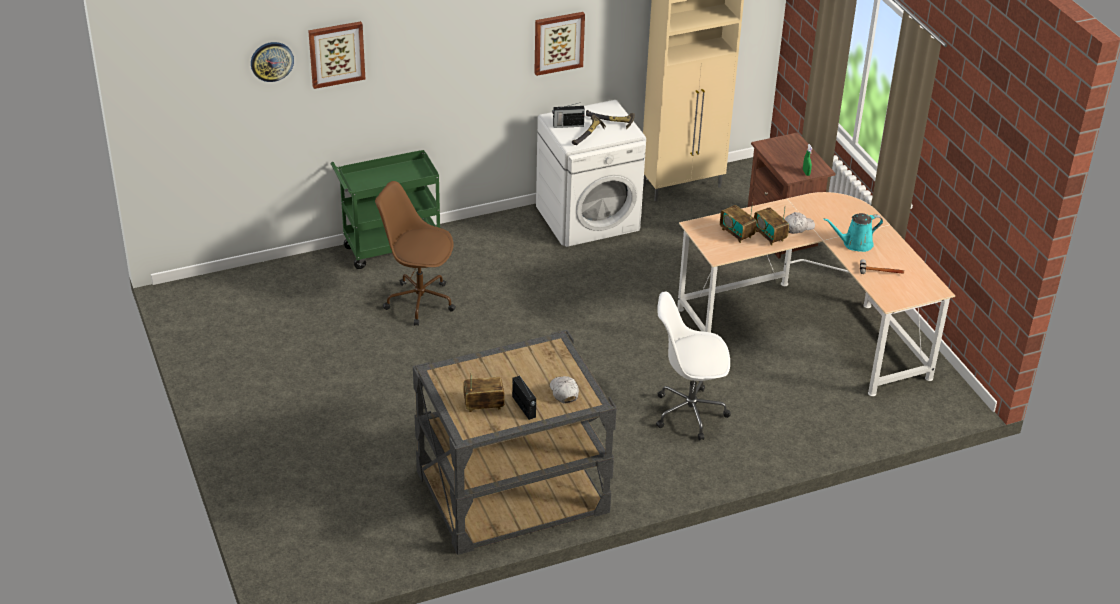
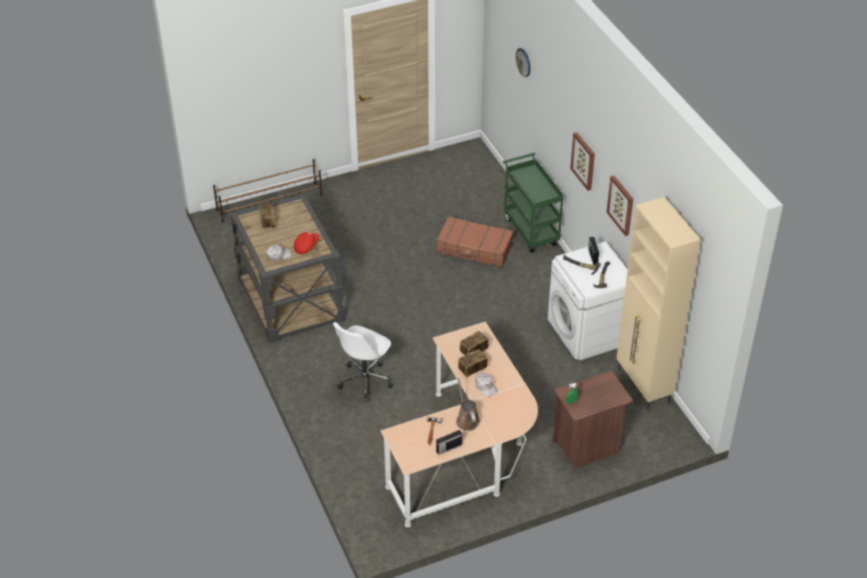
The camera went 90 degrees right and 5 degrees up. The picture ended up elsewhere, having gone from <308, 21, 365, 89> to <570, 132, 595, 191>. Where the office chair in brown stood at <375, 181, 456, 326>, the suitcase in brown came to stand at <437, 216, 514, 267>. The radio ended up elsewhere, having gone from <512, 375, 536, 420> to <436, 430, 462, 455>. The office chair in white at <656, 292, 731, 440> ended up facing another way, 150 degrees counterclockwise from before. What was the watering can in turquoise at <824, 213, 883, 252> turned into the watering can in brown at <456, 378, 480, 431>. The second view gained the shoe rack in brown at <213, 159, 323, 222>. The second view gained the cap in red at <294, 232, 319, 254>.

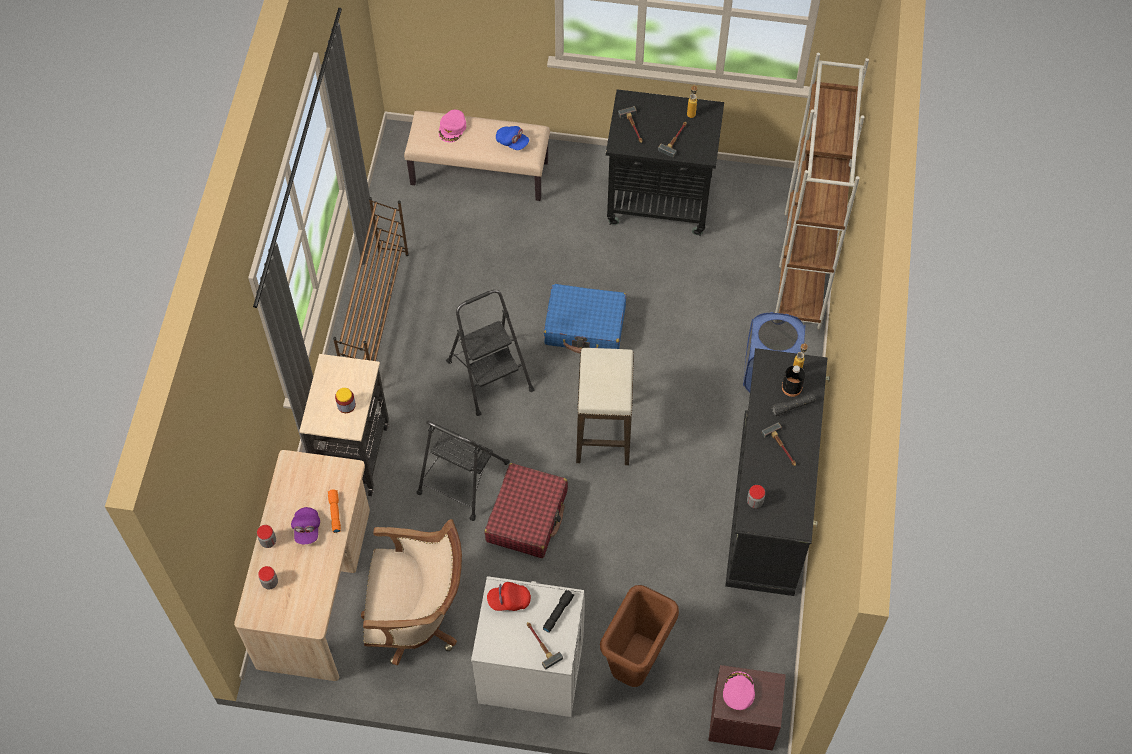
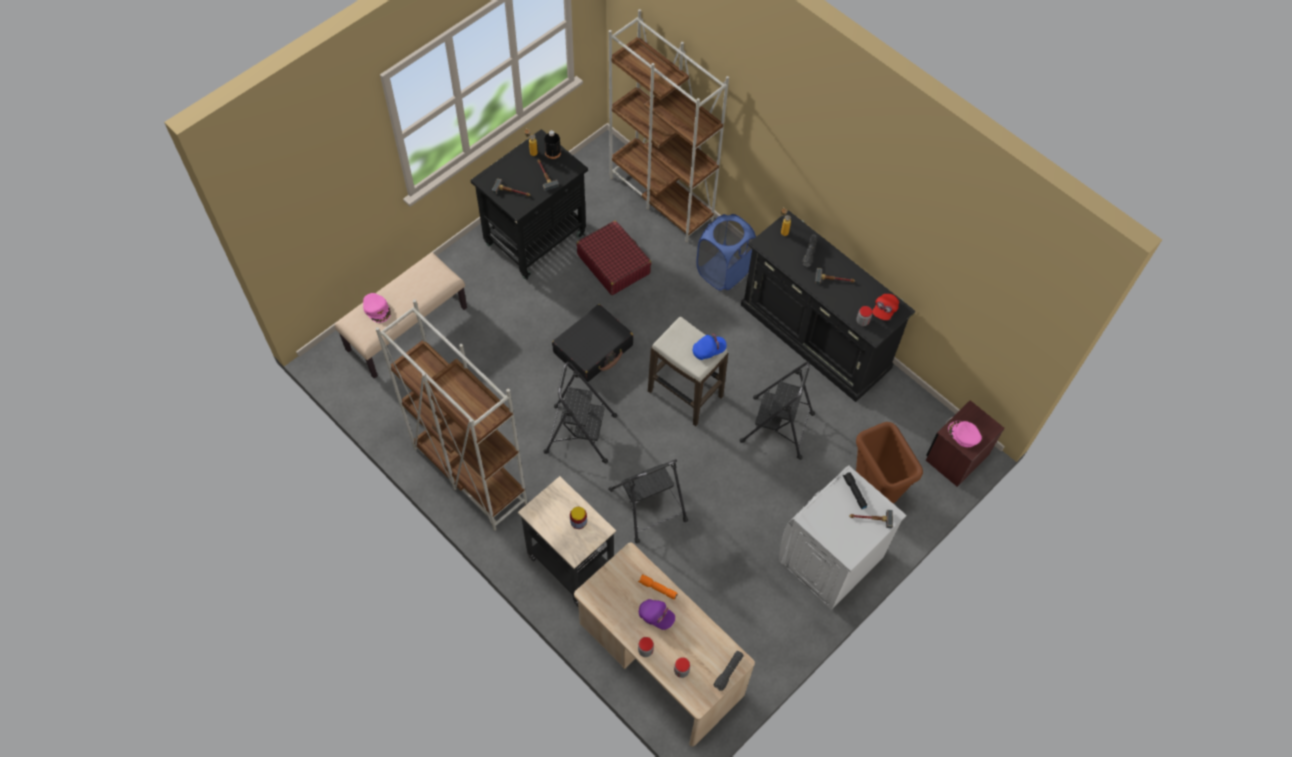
The camera went 55 degrees left and 0 degrees up. Where the shoe rack in brown stood at <333, 197, 409, 361>, the bookcase in brown came to stand at <376, 299, 527, 531>. The second view lost the office chair at <361, 519, 462, 665>. The suitcase in red ended up elsewhere, having gone from <484, 463, 568, 558> to <576, 221, 652, 295>. The cap in red ended up elsewhere, having gone from <487, 582, 531, 611> to <872, 294, 899, 320>. The cap in blue ended up elsewhere, having gone from <496, 126, 529, 150> to <693, 334, 727, 360>. What was the suitcase in blue at <544, 284, 626, 353> turned into the suitcase in black at <552, 304, 633, 382>. The bottle in black ended up elsewhere, having gone from <782, 366, 805, 397> to <544, 130, 561, 159>. The second view gained the flashlight in black at <714, 651, 744, 691>. The second view gained the step ladder in black at <739, 361, 815, 460>.

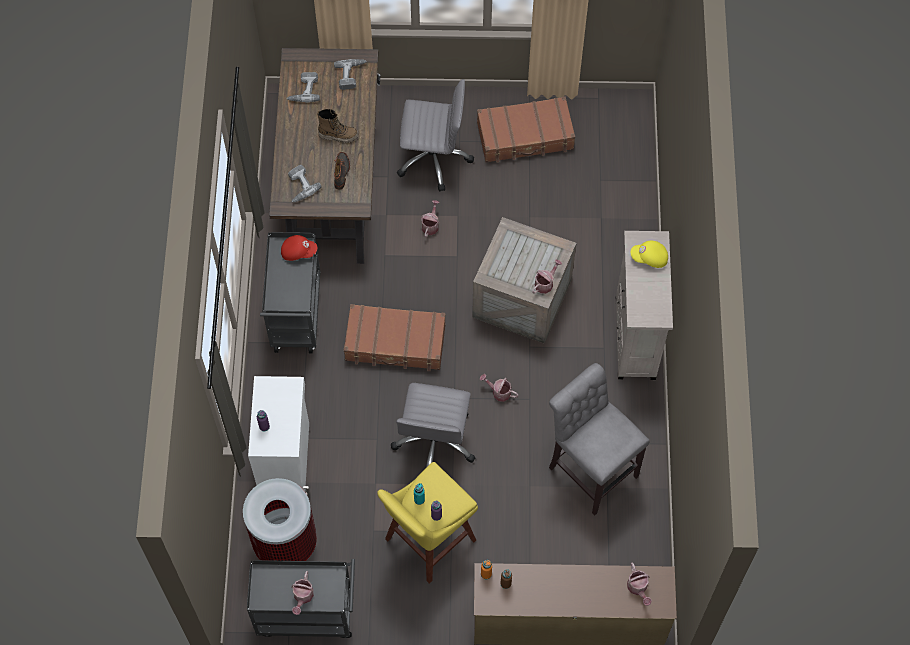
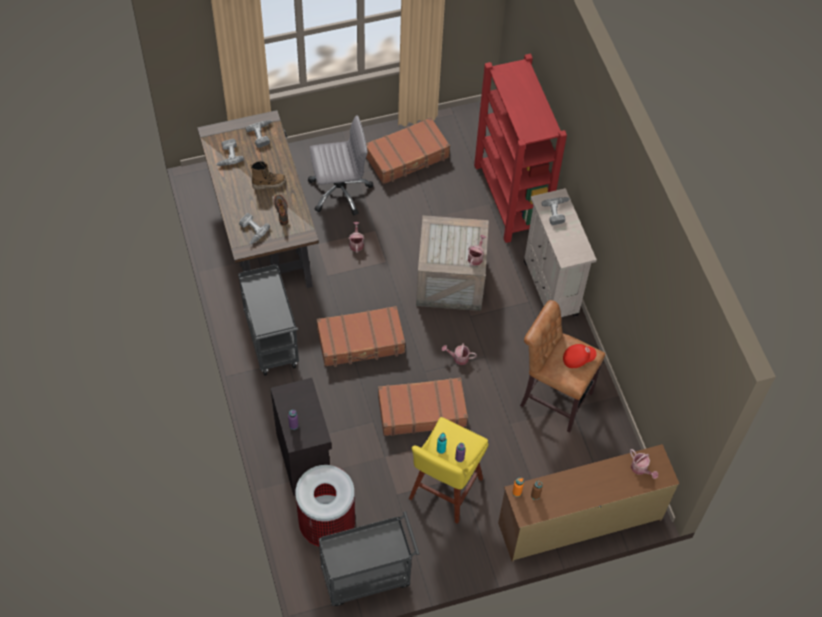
The camera went 20 degrees left and 5 degrees down. What was the cabinet in white at <248, 376, 310, 495> turned into the cabinet in black at <270, 378, 332, 496>. The cap in red ended up elsewhere, having gone from <281, 235, 317, 261> to <563, 344, 596, 368>. The second view lost the watering can at <291, 571, 314, 615>. Where the office chair in grey stood at <391, 383, 476, 467>, the suitcase in brown came to stand at <378, 377, 468, 436>. What was the stool in grey at <549, 363, 650, 515> turned into the stool in brown at <520, 300, 606, 432>. Where the cap in yellow stood at <631, 241, 668, 268>, the power drill came to stand at <542, 197, 570, 225>. The second view gained the bookcase in red at <474, 54, 567, 243>.

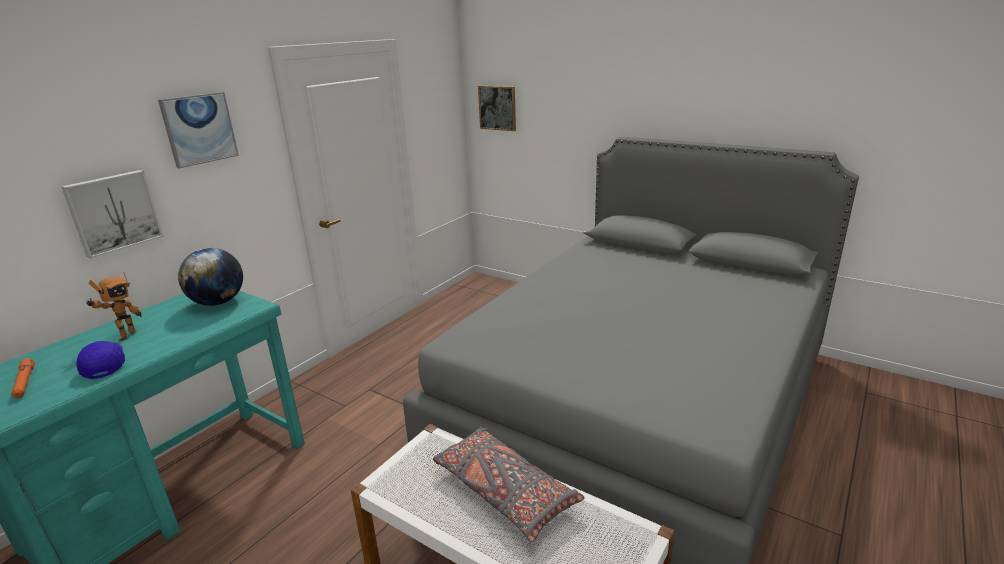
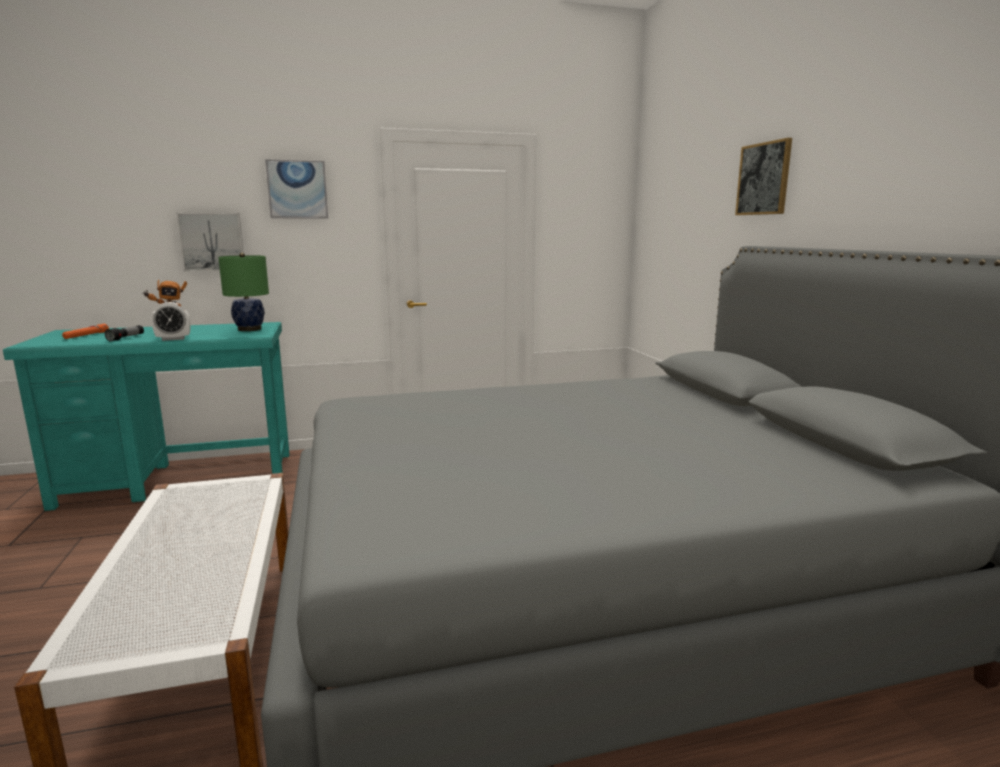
The camera went 40 degrees right and 10 degrees down. Where the cap in blue stood at <76, 341, 125, 379>, the flashlight came to stand at <105, 325, 144, 341>. Where the globe stood at <178, 248, 243, 306>, the table lamp in green came to stand at <218, 253, 269, 331>. The second view lost the pillow in grey at <433, 427, 585, 542>. The picture ended up elsewhere, having gone from <478, 86, 516, 131> to <735, 138, 792, 215>. The second view gained the alarm clock at <151, 302, 190, 341>.

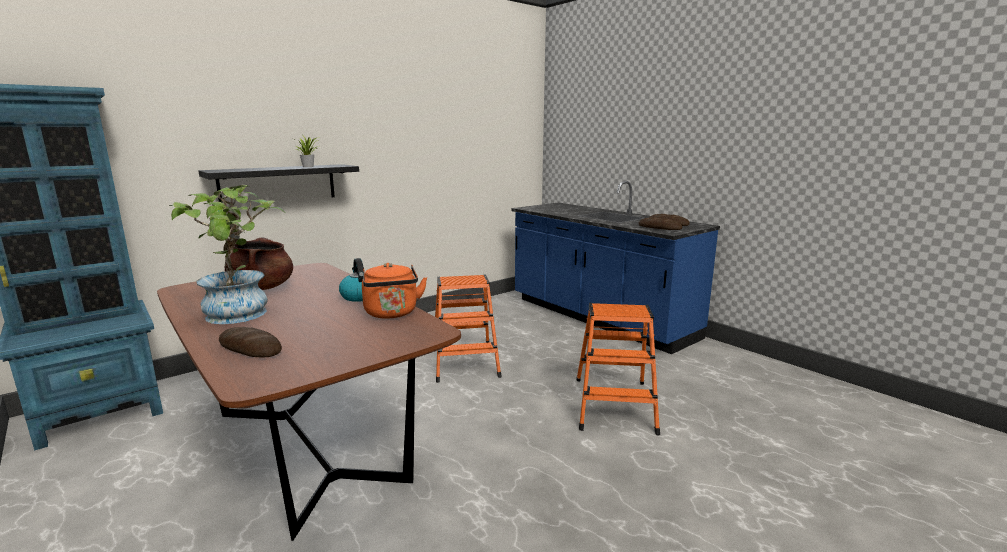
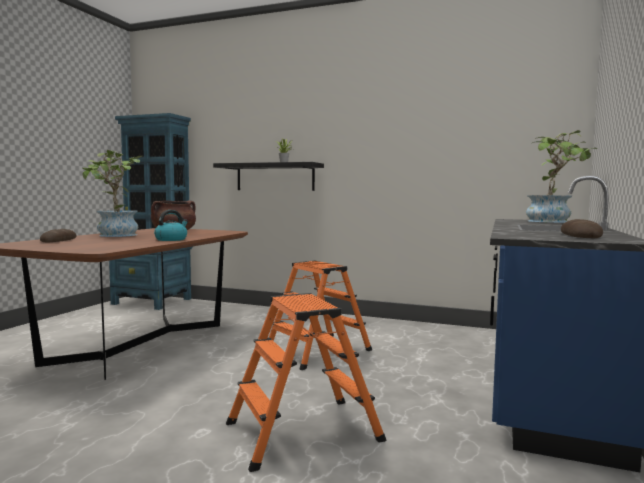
The camera went 60 degrees right and 10 degrees down. The second view lost the kettle in orange at <362, 263, 427, 319>. The second view lost the bread at <638, 217, 682, 230>. The second view gained the potted plant at <526, 130, 598, 223>.

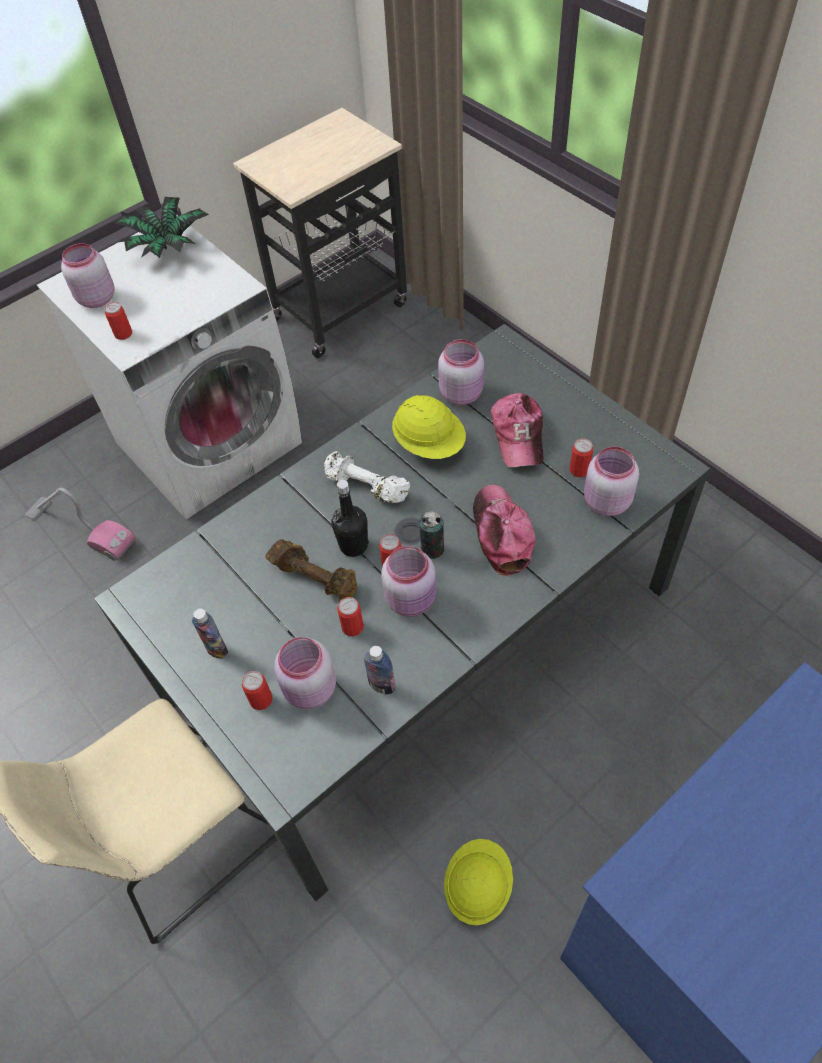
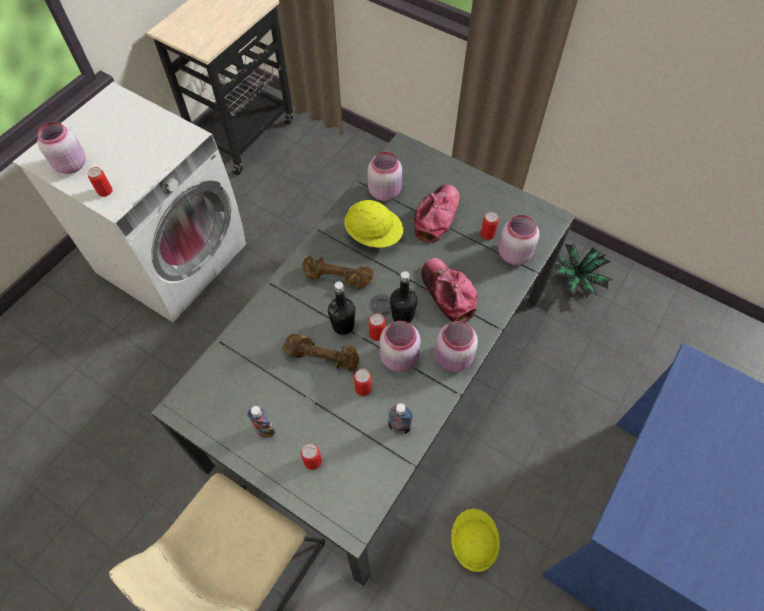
The camera went 20 degrees left and 5 degrees up. The second view lost the vacuum cleaner at <25, 488, 136, 561>. The potted plant ended up elsewhere, having gone from <114, 197, 209, 258> to <553, 243, 613, 298>. The jar in pink ended up elsewhere, having gone from <274, 637, 336, 709> to <435, 321, 478, 372>. What was the dumbbell in white at <324, 451, 410, 503> turned into the dumbbell in brown at <302, 255, 373, 288>. Where the can stood at <419, 511, 444, 559>, the bottle in black came to stand at <390, 271, 417, 323>. The cap at <491, 393, 544, 467> ended up facing another way, 135 degrees counterclockwise from before.

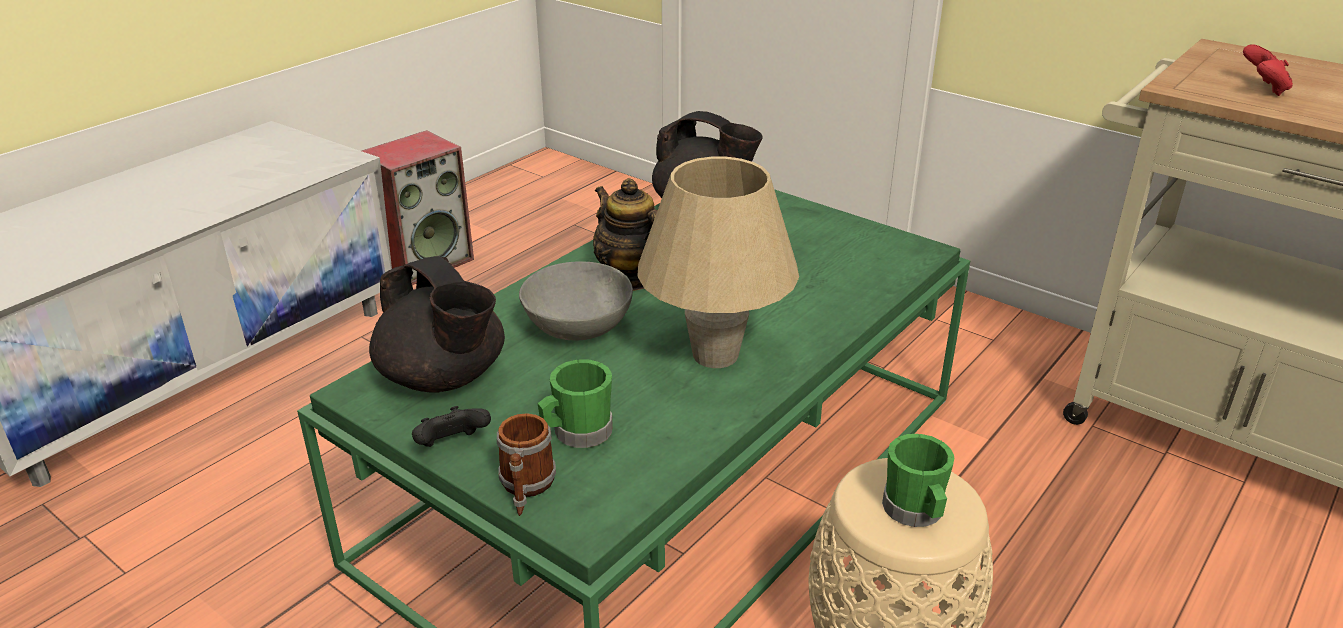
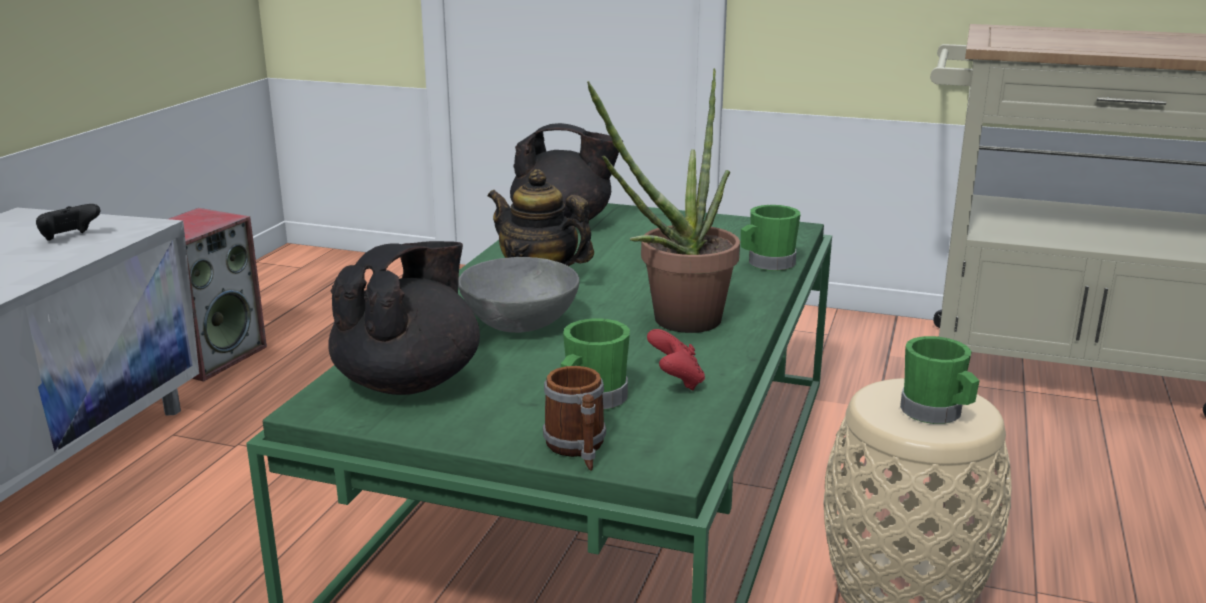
The camera went 20 degrees left and 10 degrees down. The teapot in black at <369, 256, 505, 393> ended up facing another way, 90 degrees counterclockwise from before. The game controller in black ended up elsewhere, having gone from <412, 406, 491, 447> to <36, 204, 100, 241>. Where the table lamp in beige stood at <637, 157, 799, 368>, the potted plant came to stand at <587, 68, 740, 333>. The game controller in red ended up elsewhere, having gone from <1243, 44, 1293, 96> to <647, 329, 705, 390>. The second view gained the mug in green at <741, 205, 800, 271>.

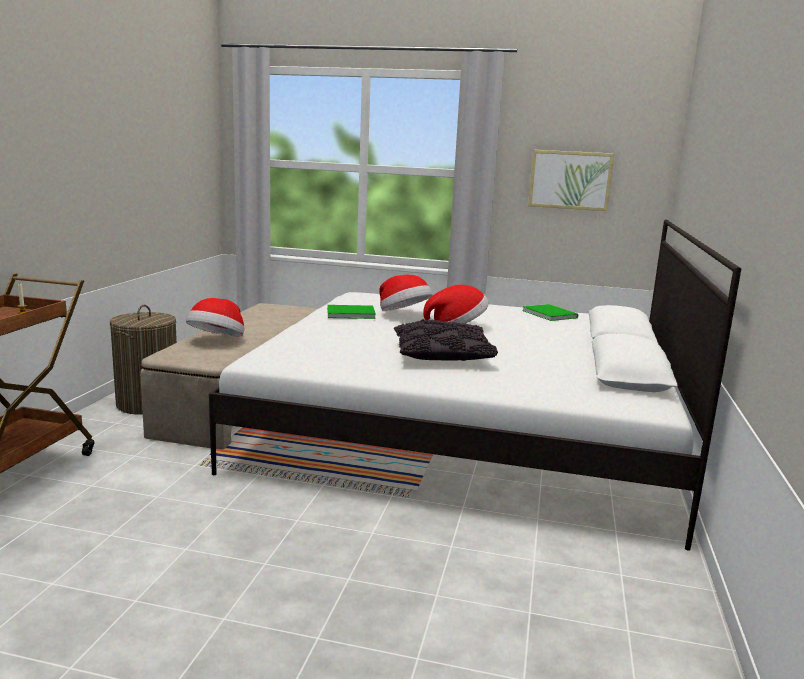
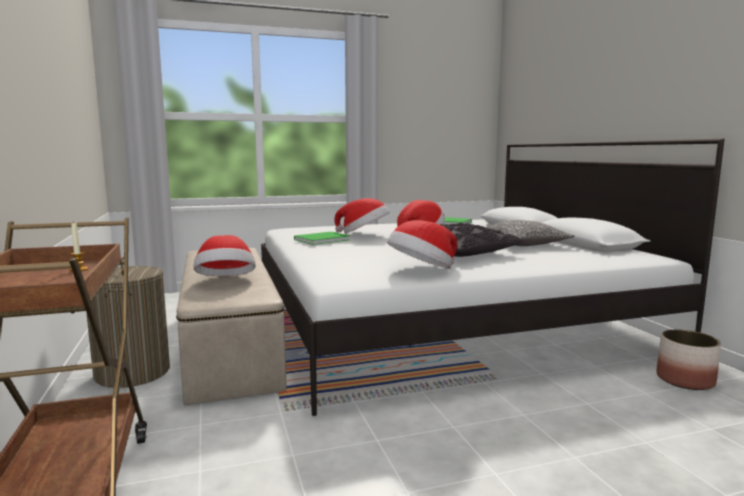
The camera went 30 degrees left and 5 degrees down. The second view lost the picture at <528, 150, 614, 211>. The second view gained the hat at <387, 220, 457, 269>. The second view gained the pillow at <487, 220, 575, 246>. The second view gained the planter at <657, 329, 721, 390>.

